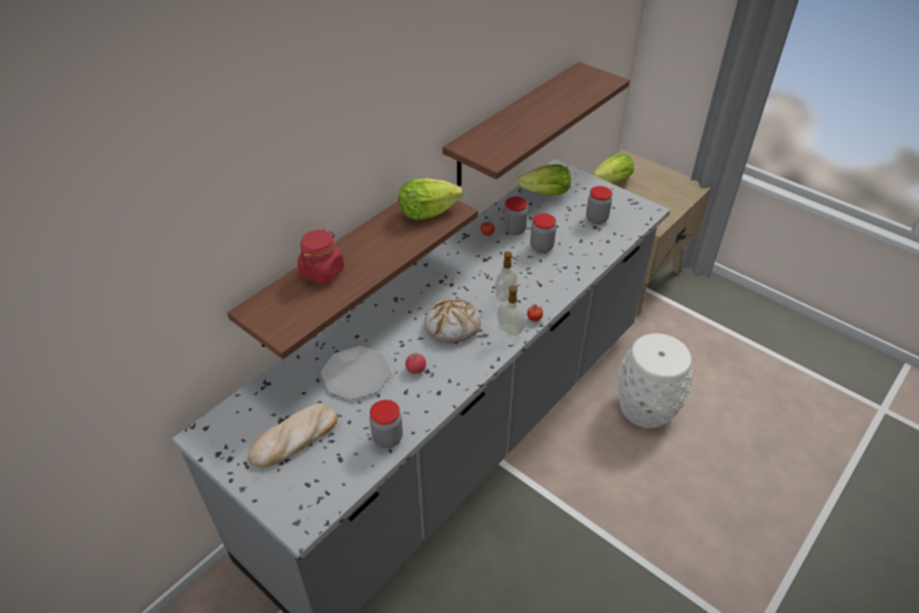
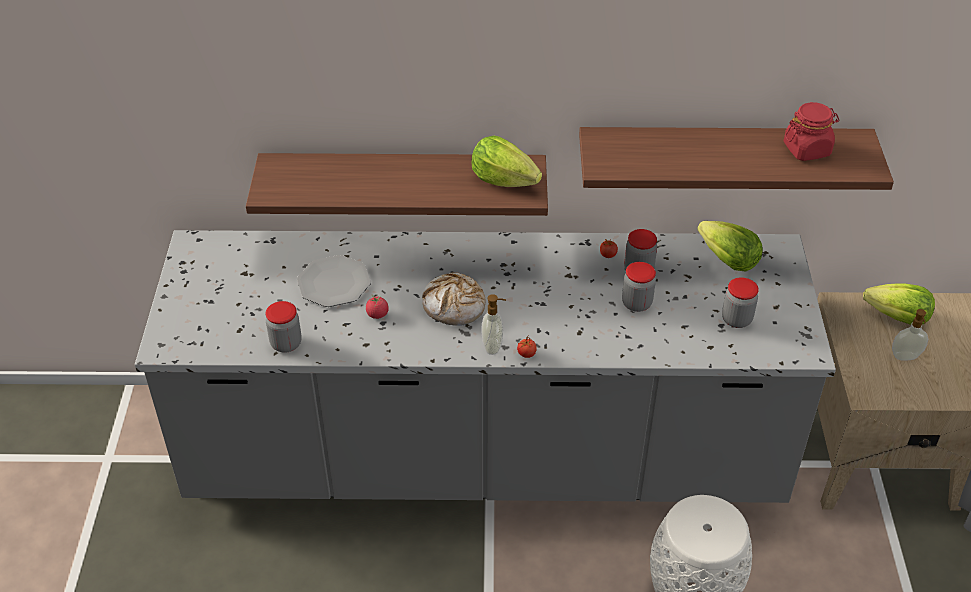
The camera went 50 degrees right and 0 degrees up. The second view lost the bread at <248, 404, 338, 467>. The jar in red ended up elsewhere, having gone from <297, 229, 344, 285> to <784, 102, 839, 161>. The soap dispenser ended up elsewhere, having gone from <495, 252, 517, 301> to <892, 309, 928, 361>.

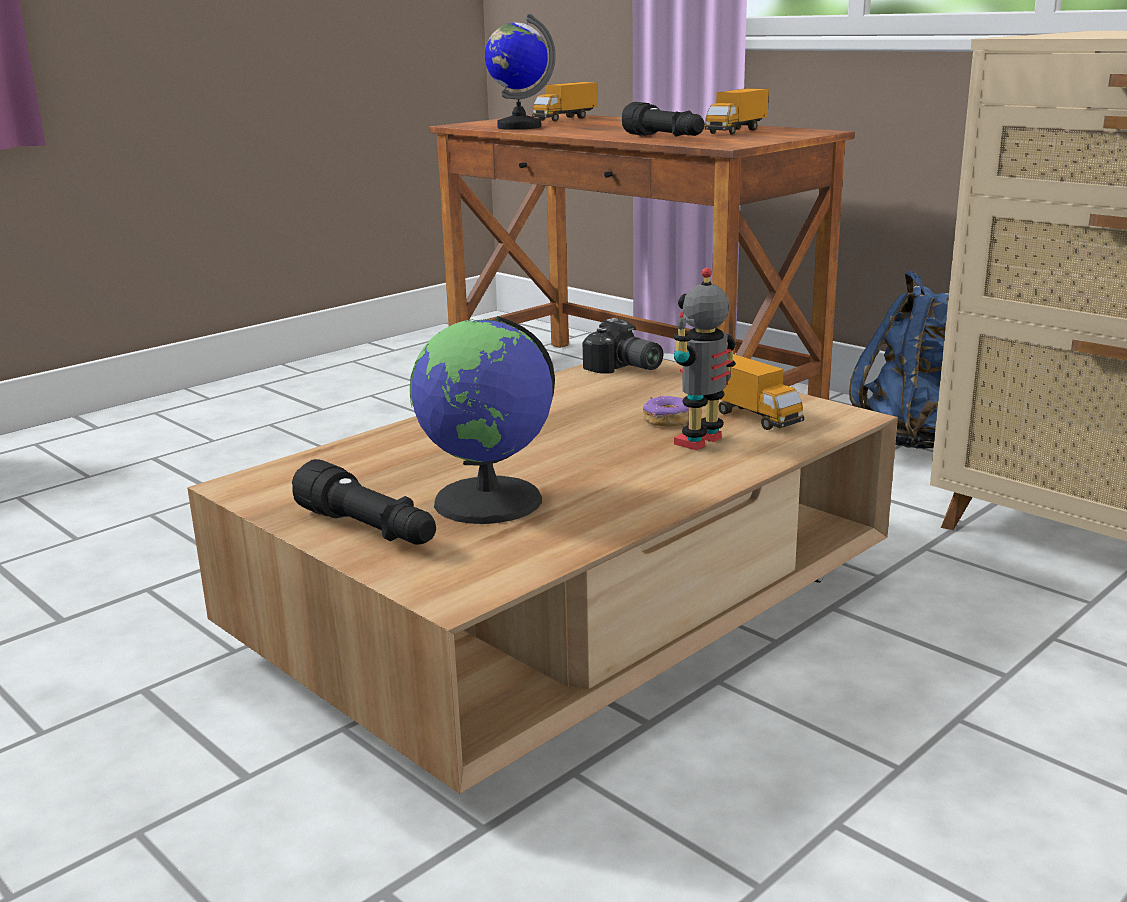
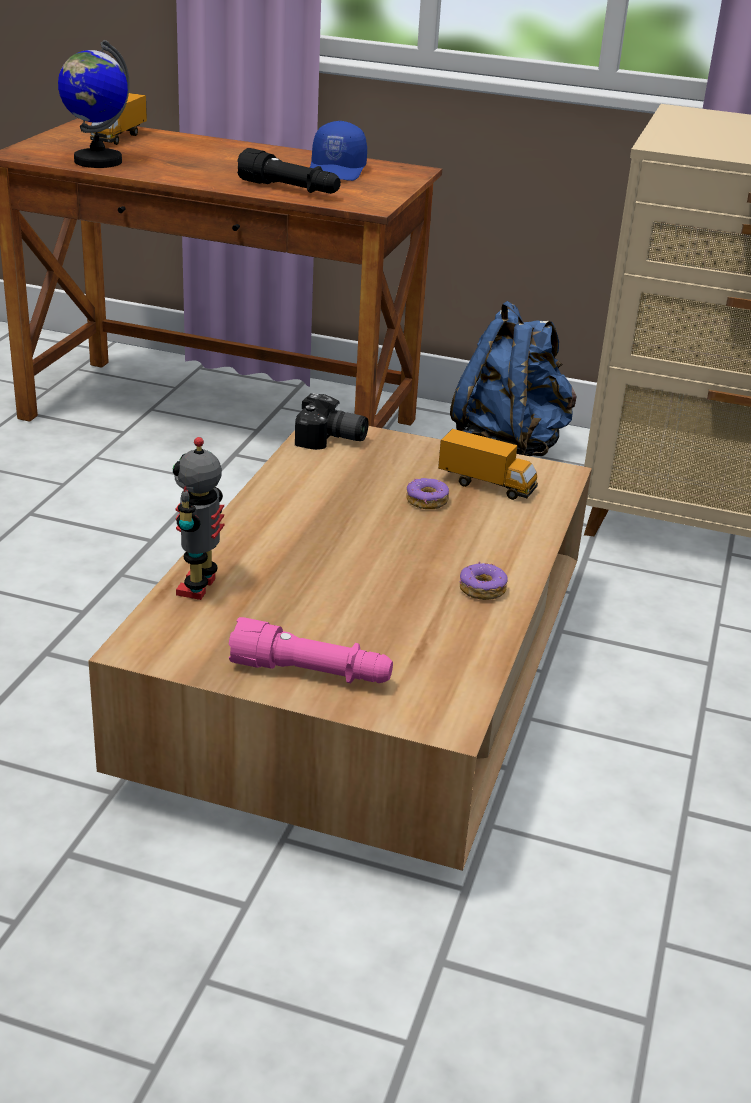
The camera went 30 degrees left and 10 degrees up. What was the flashlight in black at <292, 459, 436, 545> turned into the flashlight in pink at <229, 617, 393, 683>. The second view lost the globe at <410, 316, 555, 524>. The toy robot ended up elsewhere, having gone from <674, 268, 736, 450> to <173, 437, 224, 600>. Where the toy truck stood at <705, 88, 769, 135>, the cap in blue came to stand at <310, 121, 367, 181>. The second view gained the donut at <460, 562, 508, 600>.

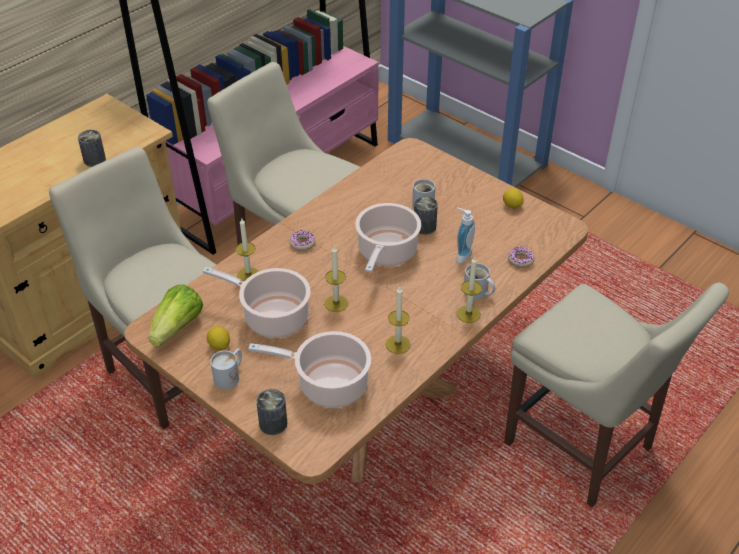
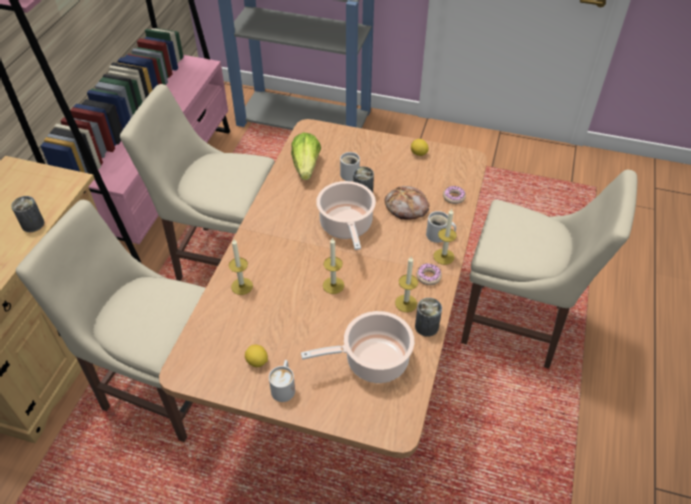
The camera went 25 degrees left and 5 degrees up. The lettuce ended up elsewhere, having gone from <149, 284, 203, 347> to <291, 132, 321, 180>. The second view lost the cooking pot at <203, 267, 311, 338>. The can ended up elsewhere, having gone from <256, 389, 287, 435> to <415, 298, 442, 337>. The donut ended up elsewhere, having gone from <289, 230, 316, 251> to <417, 263, 442, 285>. Where the soap dispenser stood at <456, 208, 475, 263>, the bread came to stand at <384, 186, 430, 220>.

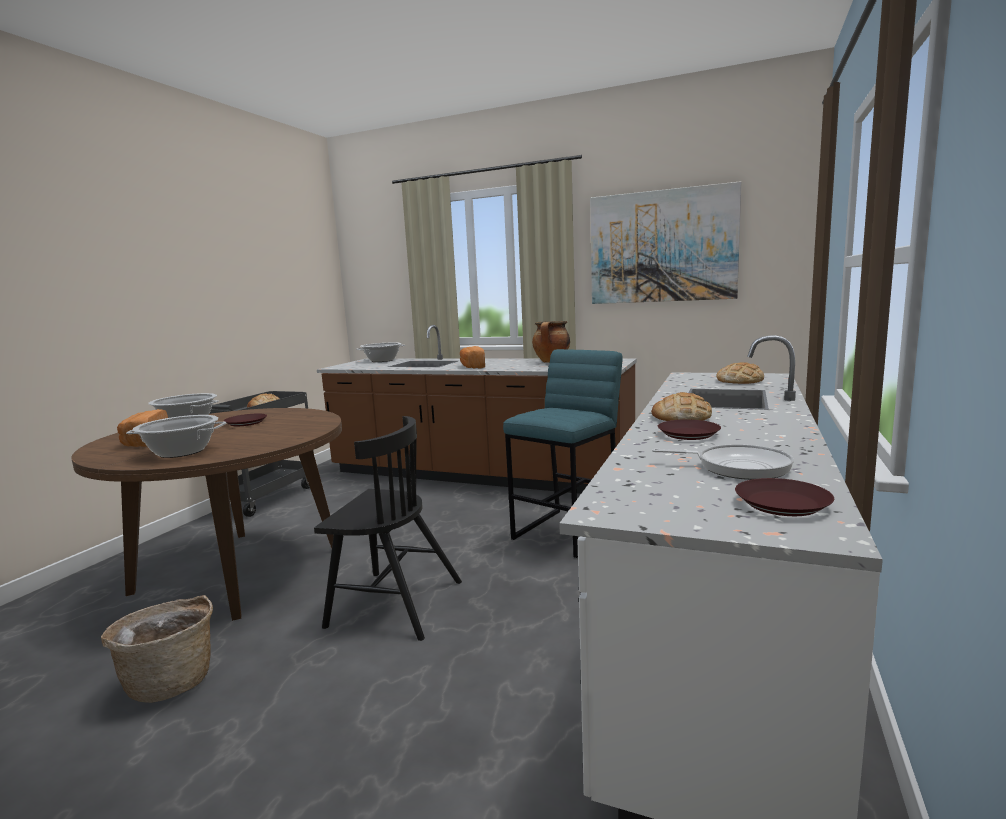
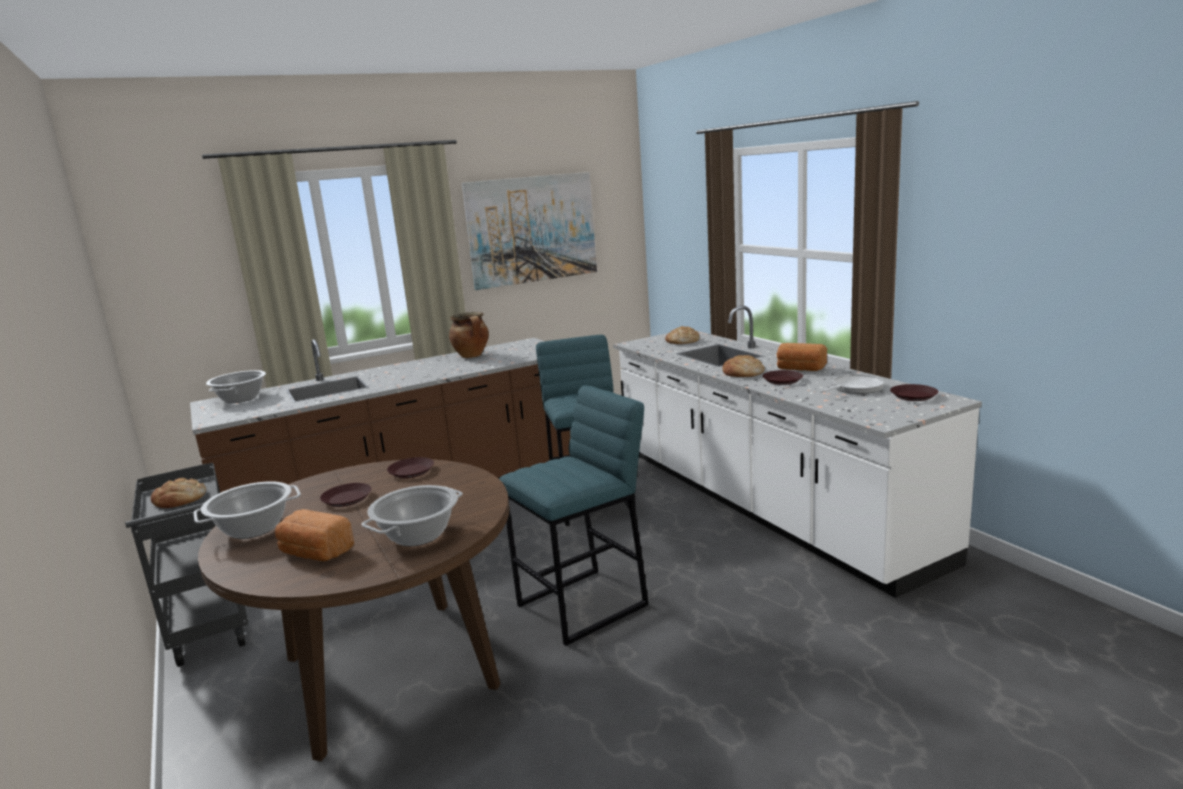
The camera went 50 degrees left and 5 degrees up. The second view lost the basket at <101, 595, 213, 703>. Where the chair in black stood at <314, 416, 462, 641>, the stool in turquoise came to stand at <499, 386, 648, 646>. The bread ended up elsewhere, having gone from <460, 346, 485, 369> to <777, 343, 827, 371>. The second view gained the plate in brown at <387, 457, 434, 478>.

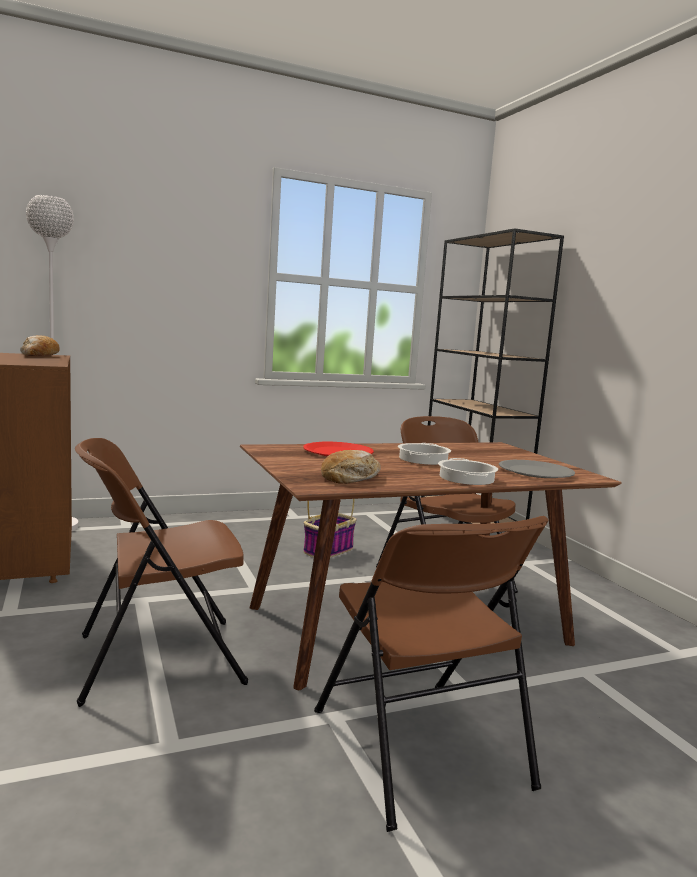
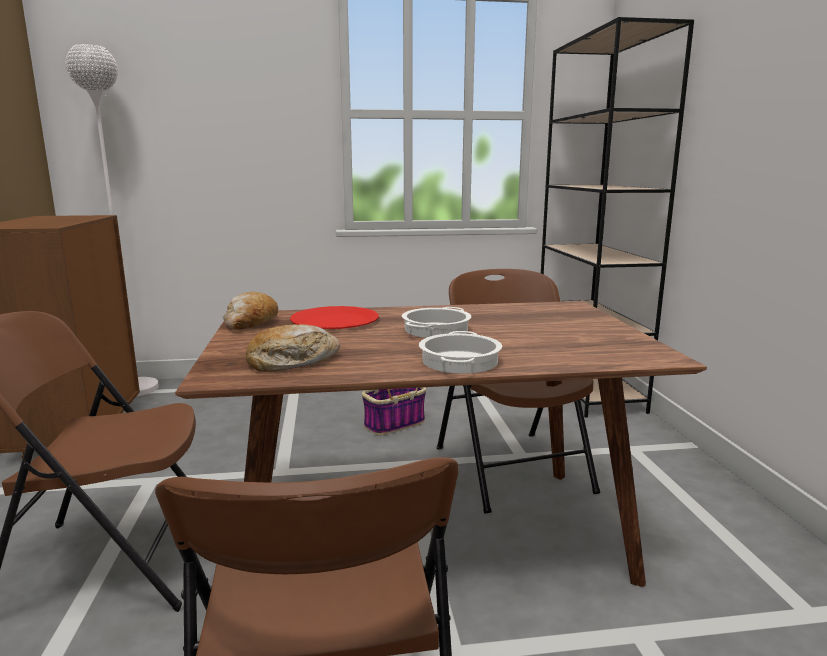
The camera went 15 degrees right and 5 degrees up. The bread ended up elsewhere, having gone from <20, 335, 60, 356> to <223, 292, 278, 330>. The second view lost the plate in grey at <499, 460, 575, 478>.

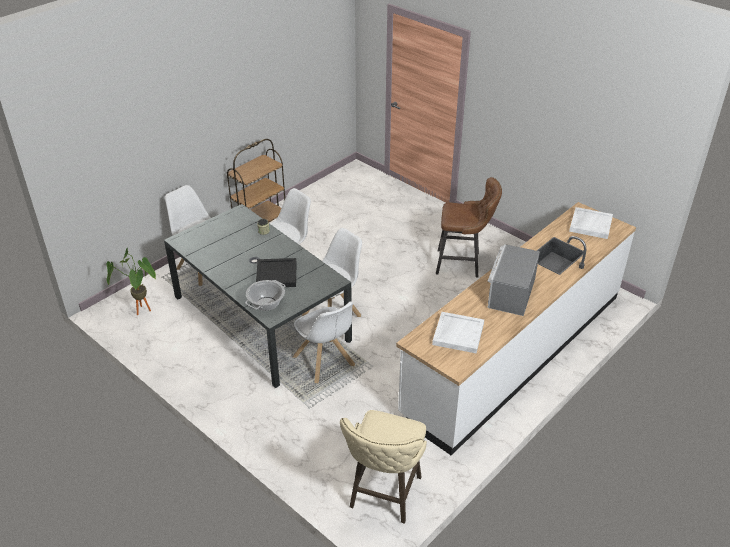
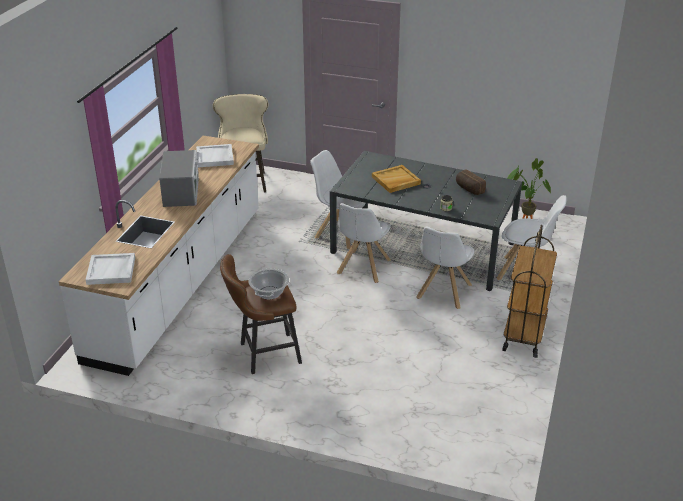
The camera went 155 degrees right and 5 degrees down. The cooking pot ended up elsewhere, having gone from <245, 280, 285, 311> to <249, 268, 289, 300>. What was the tray in black at <256, 258, 297, 287> turned into the tray in beige at <372, 165, 421, 193>. The second view gained the bread at <456, 170, 486, 195>.

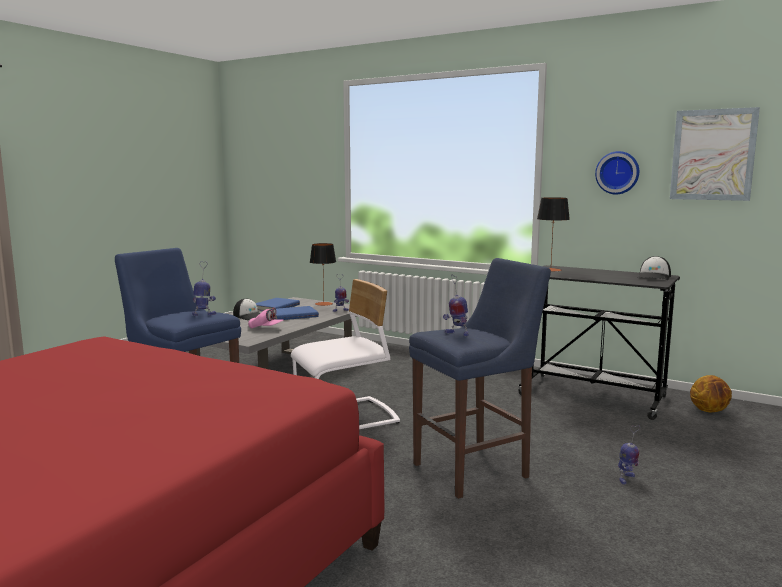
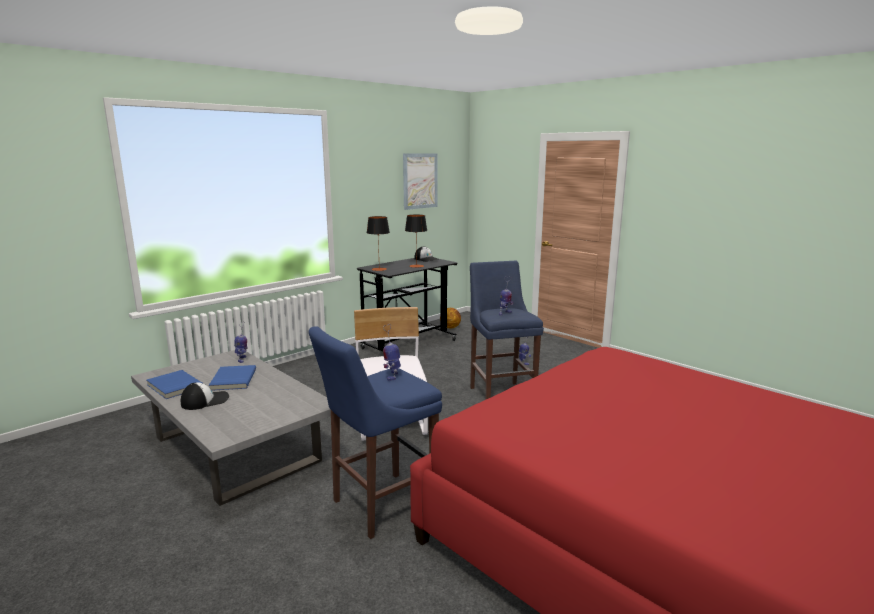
The camera went 75 degrees left and 5 degrees up. The second view lost the cap in pink at <248, 308, 284, 329>. The table lamp ended up elsewhere, having gone from <310, 243, 336, 306> to <405, 215, 427, 268>. The second view lost the wall clock at <595, 151, 639, 194>.

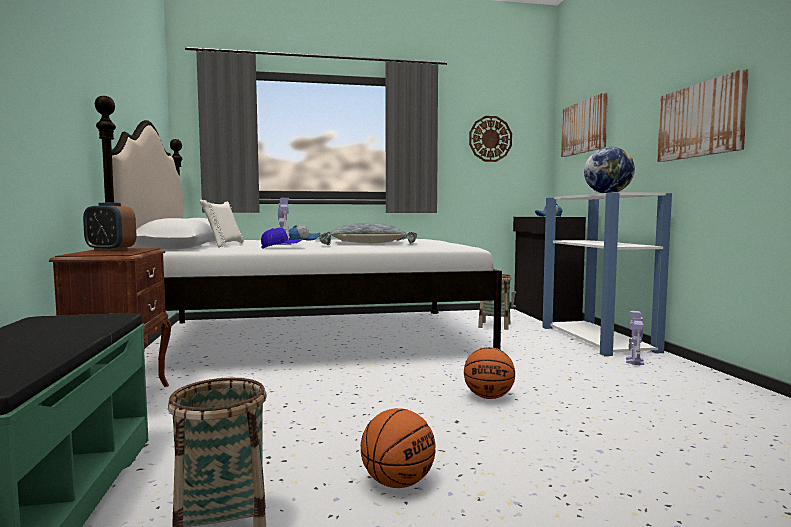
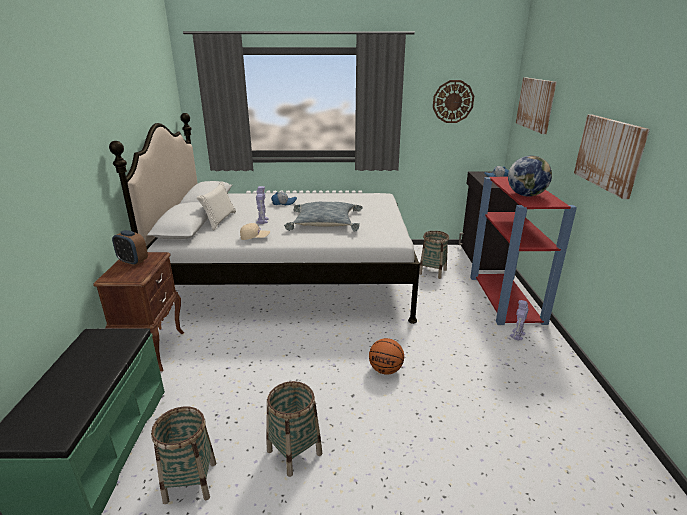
The camera went 10 degrees right and 20 degrees up. What was the cap in blue at <261, 227, 303, 249> turned into the cap in beige at <240, 223, 270, 240>. Where the basketball stood at <361, 408, 435, 488>, the basket came to stand at <266, 381, 322, 477>. What was the bookcase in white at <542, 192, 672, 356> turned into the bookcase in red at <470, 177, 577, 325>.

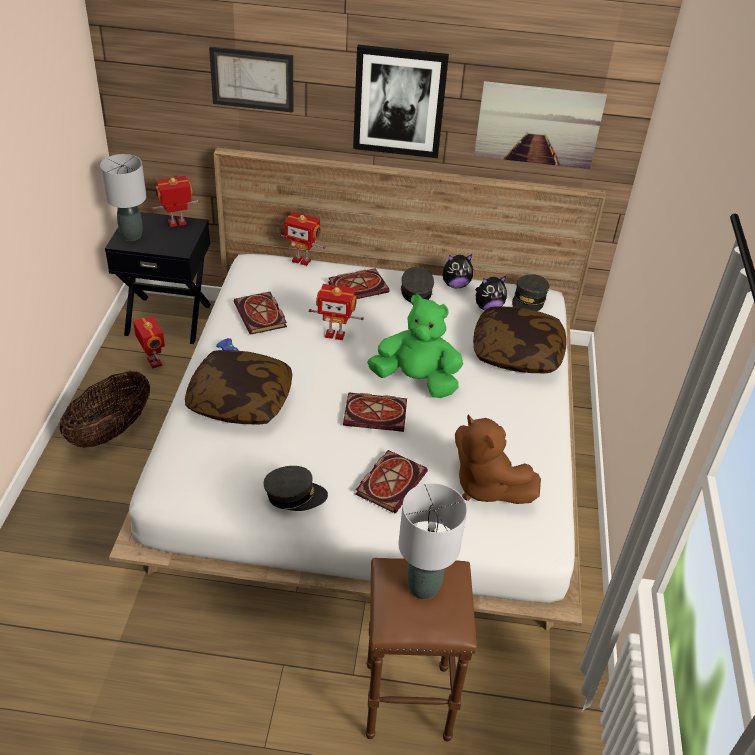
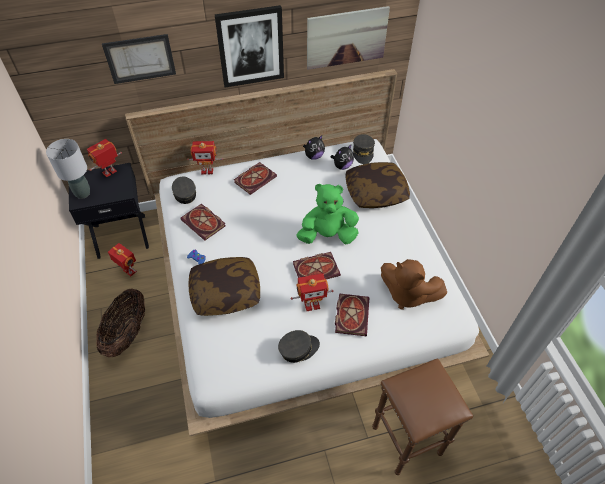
The camera went 20 degrees left and 10 degrees up. The toy robot ended up elsewhere, having gone from <309, 284, 364, 340> to <291, 273, 334, 312>. The second view lost the table lamp in grey at <398, 483, 467, 599>. The cap in grey ended up elsewhere, having gone from <401, 266, 434, 302> to <172, 177, 197, 204>.

